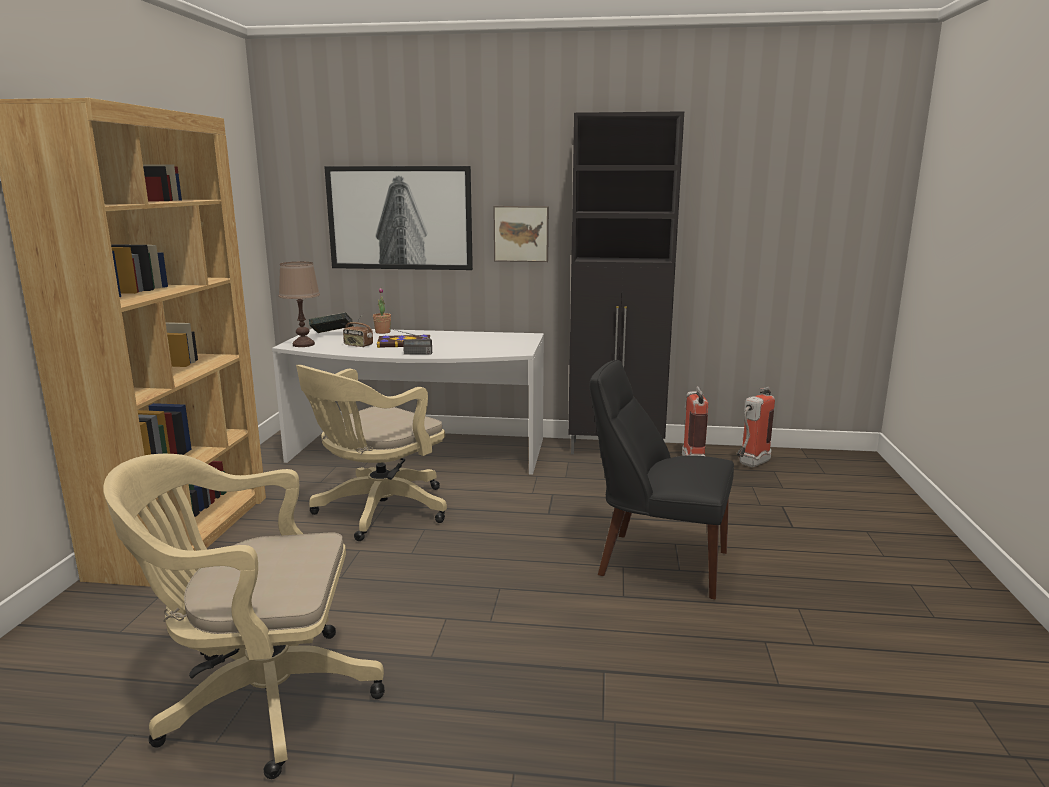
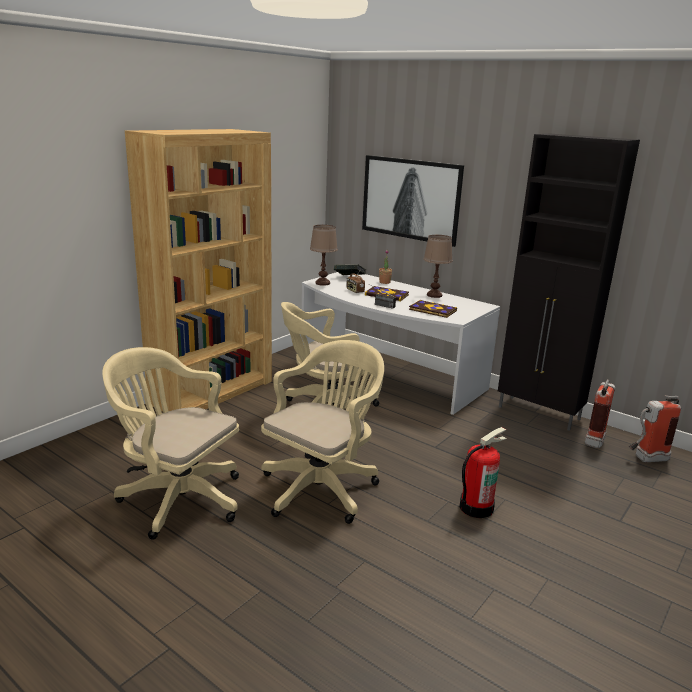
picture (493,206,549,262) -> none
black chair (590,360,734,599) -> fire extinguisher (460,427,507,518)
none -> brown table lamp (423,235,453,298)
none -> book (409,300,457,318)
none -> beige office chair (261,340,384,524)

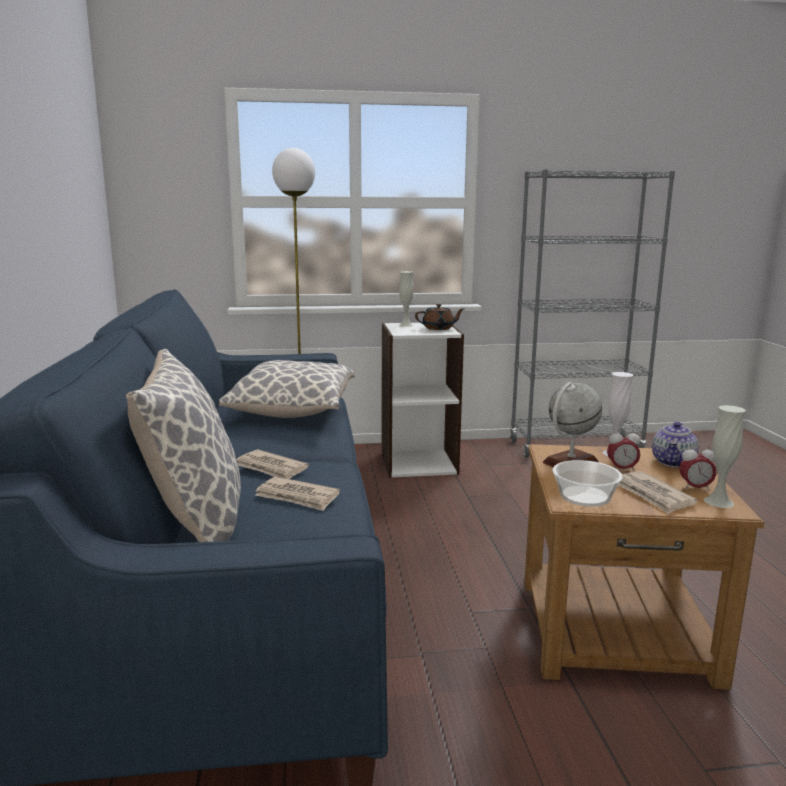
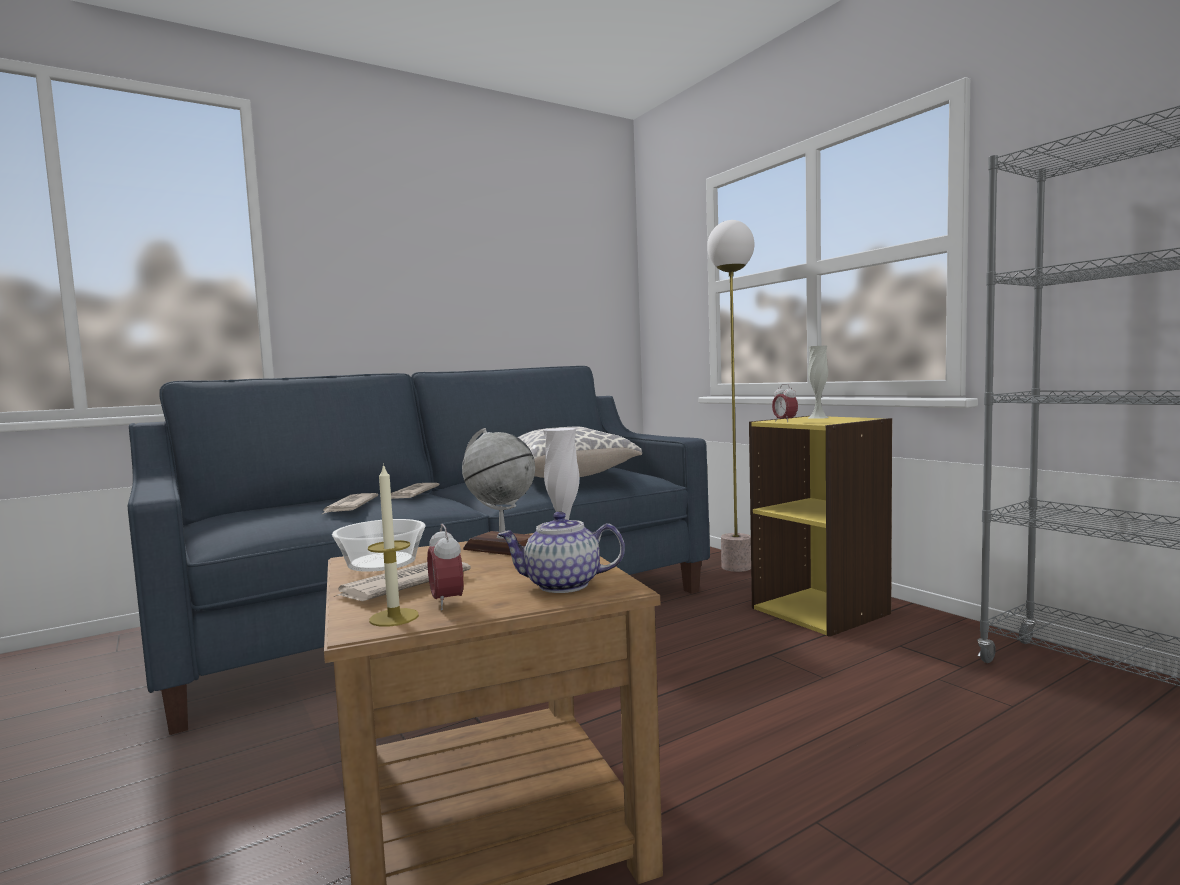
brown teapot (415,304,464,330) -> none
white bookcase (382,323,464,478) -> yellow bookcase (749,416,892,637)
pillow (126,349,241,542) -> none
white vase (704,405,746,508) -> candle (368,463,419,627)
alarm clock (607,428,641,472) -> alarm clock (772,384,798,422), relocated

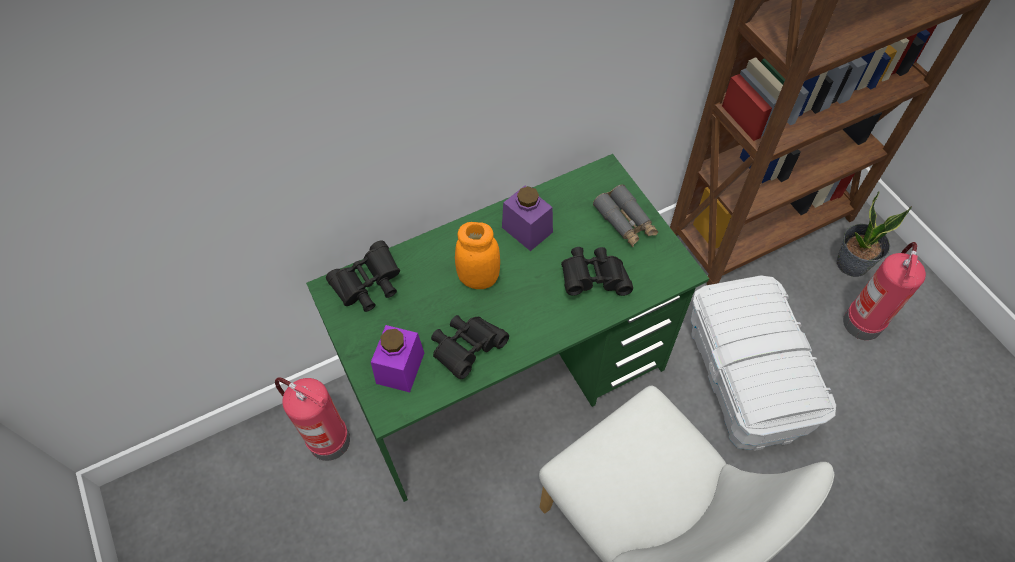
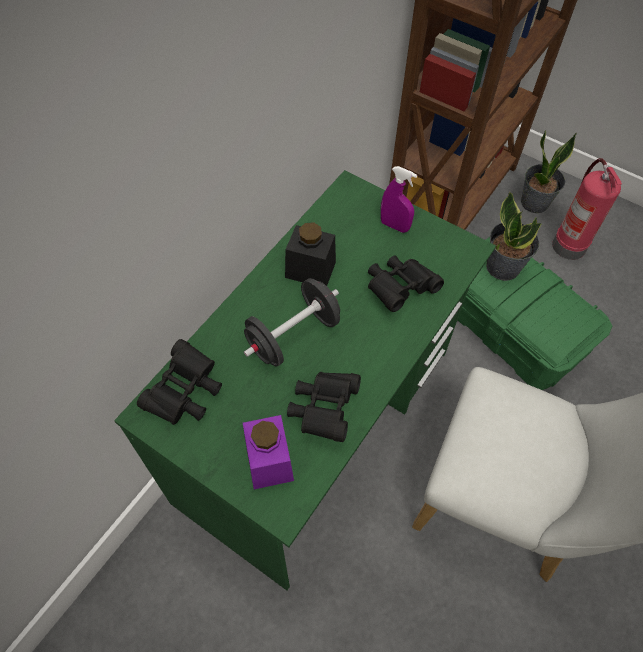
grey binoculars (593,184,658,247) -> purple spray bottle (381,166,417,233)
purple jar (502,186,553,251) -> black jar (285,222,336,286)
orange jar (455,222,500,289) -> black dumbbell (244,278,340,367)
white storage box (691,275,836,451) -> green storage box (458,237,612,390)
fire extinguisher (275,377,350,461) -> none
none -> potted plant (486,191,542,281)

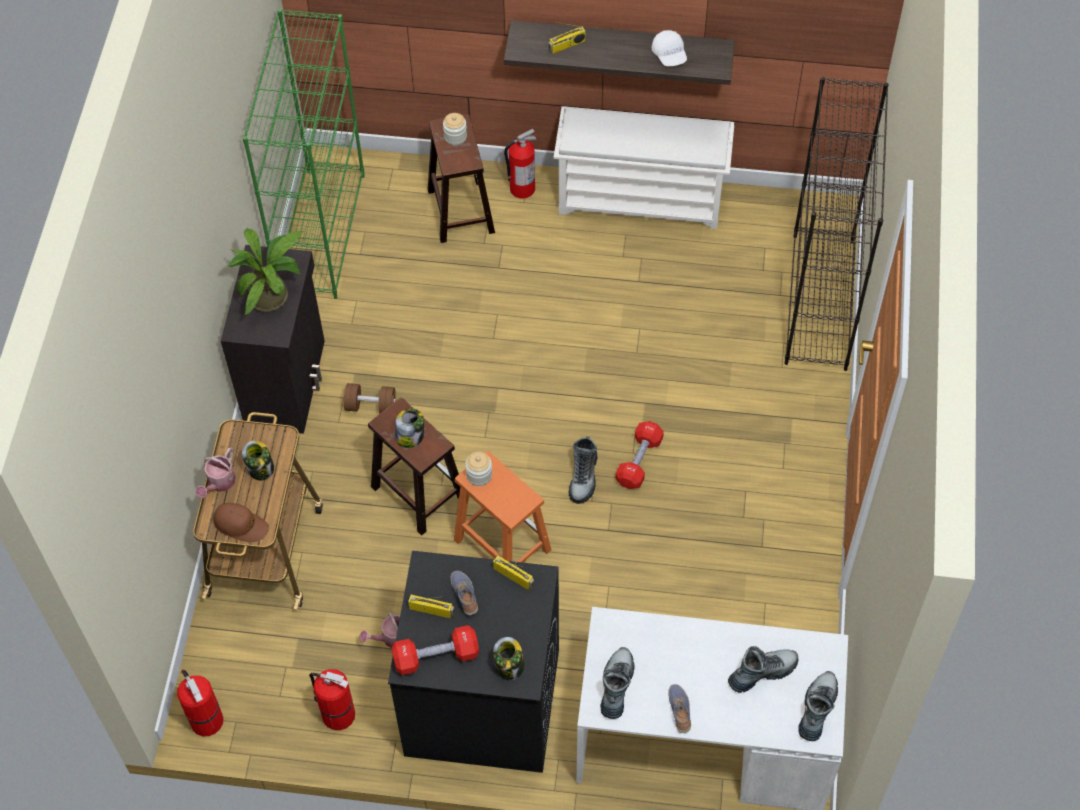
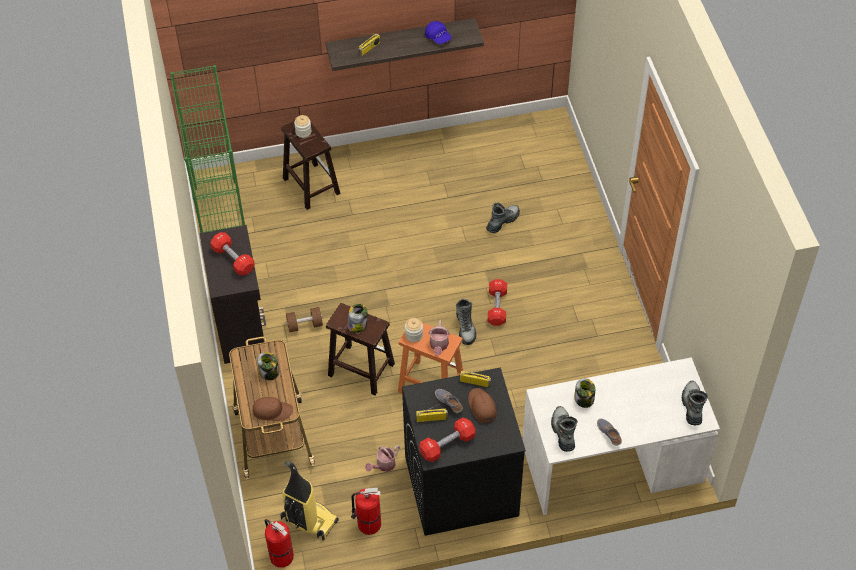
white cap (652,30,687,66) -> blue cap (425,21,451,44)
black bookcase (785,77,889,371) -> none
white shoe rack (554,106,734,229) -> none
fire extinguisher (504,129,537,199) -> none
potted plant (226,228,304,315) -> red dumbbell (210,232,255,275)
watering can (196,448,236,498) -> watering can (429,320,450,356), relocated
jar (493,637,525,680) -> jar (574,378,595,408), relocated
boot (728,646,798,693) -> boot (486,203,520,233), relocated
none -> brown cap (468,388,497,424)
none -> vacuum cleaner (280,461,339,540)

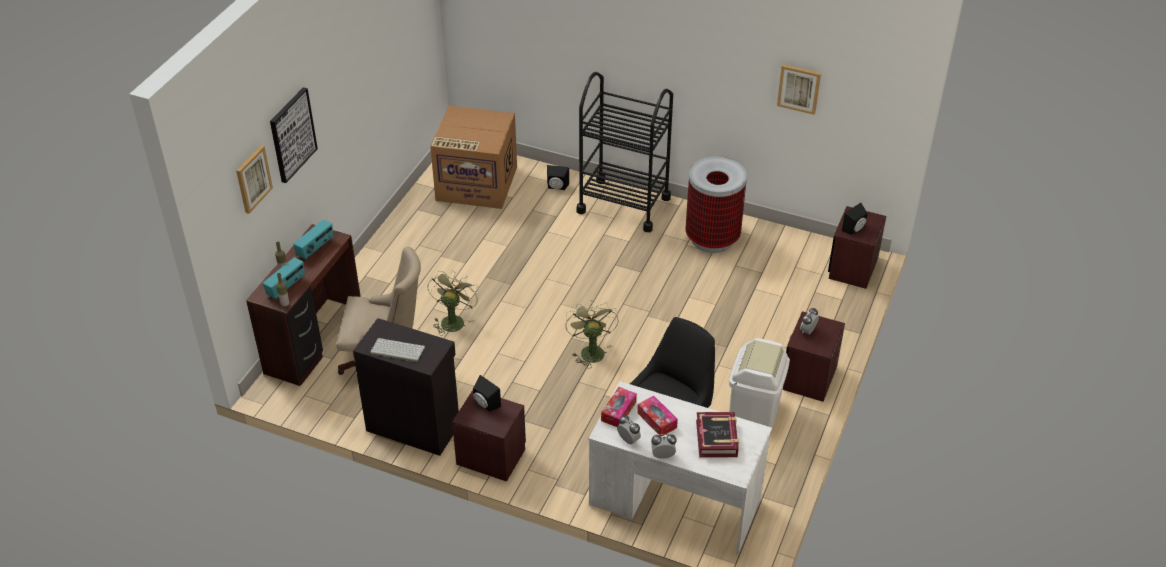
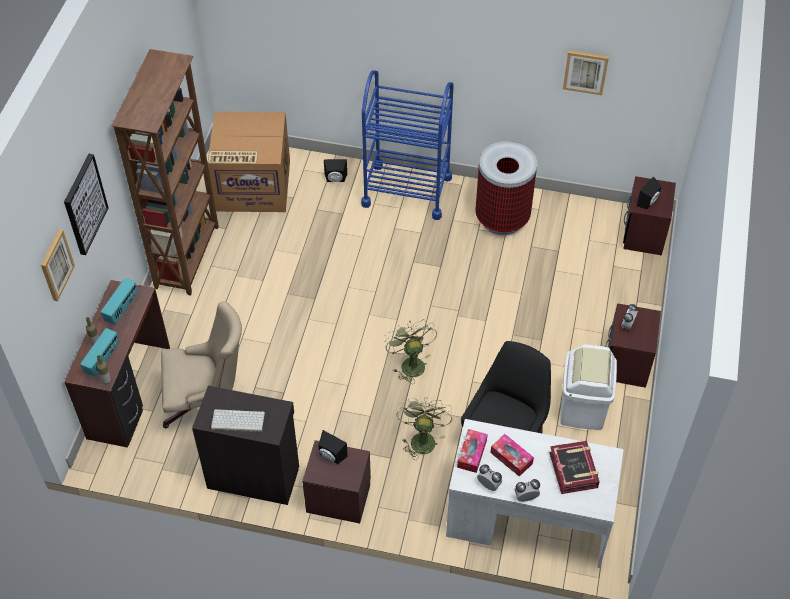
black cart (576,72,673,232) -> blue cart (361,70,454,220)
green fan (427,270,479,336) -> green fan (396,397,453,460), relocated
none -> brown bookcase (111,49,219,296)

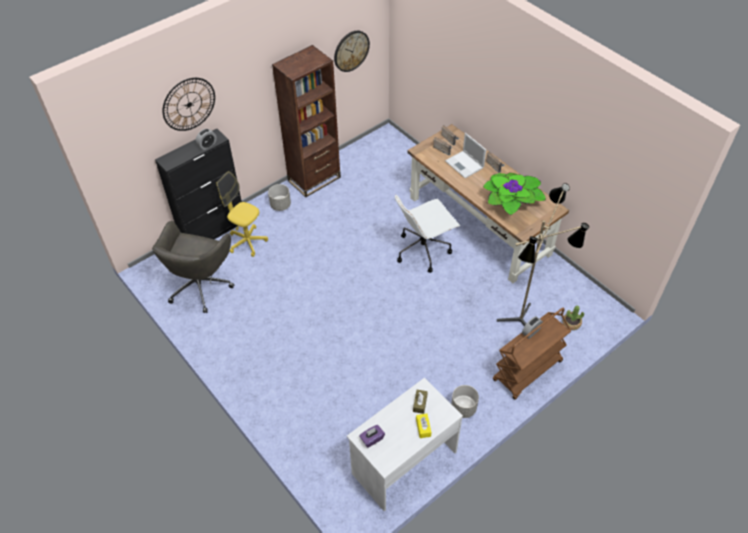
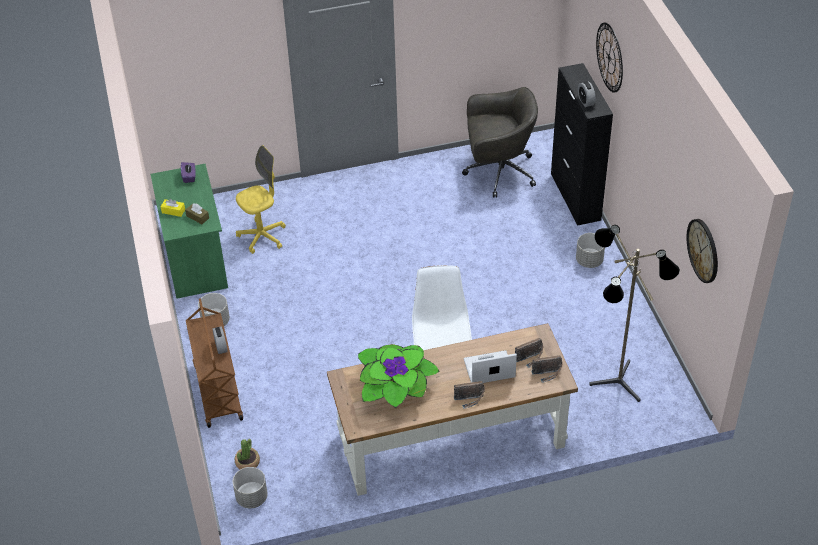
brown bookcase (272,45,341,197) -> none
yellow office chair (217,171,268,257) -> yellow office chair (236,145,286,254), relocated
floor lamp (497,183,589,326) -> floor lamp (589,225,680,402), relocated
grey office chair (152,221,235,313) -> grey office chair (462,87,538,198), 135 degrees clockwise
white desk (347,378,463,512) -> green desk (151,164,228,299)
none -> grey planter (233,467,268,508)

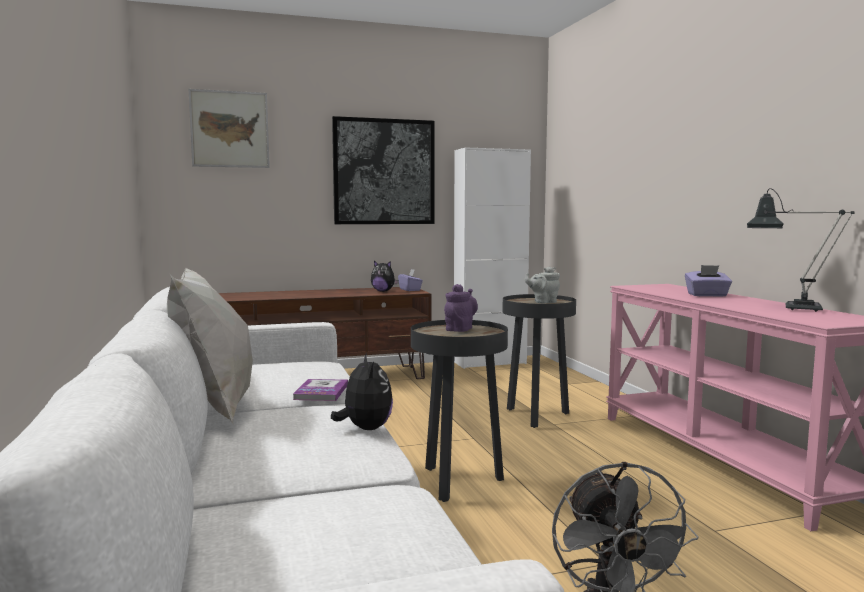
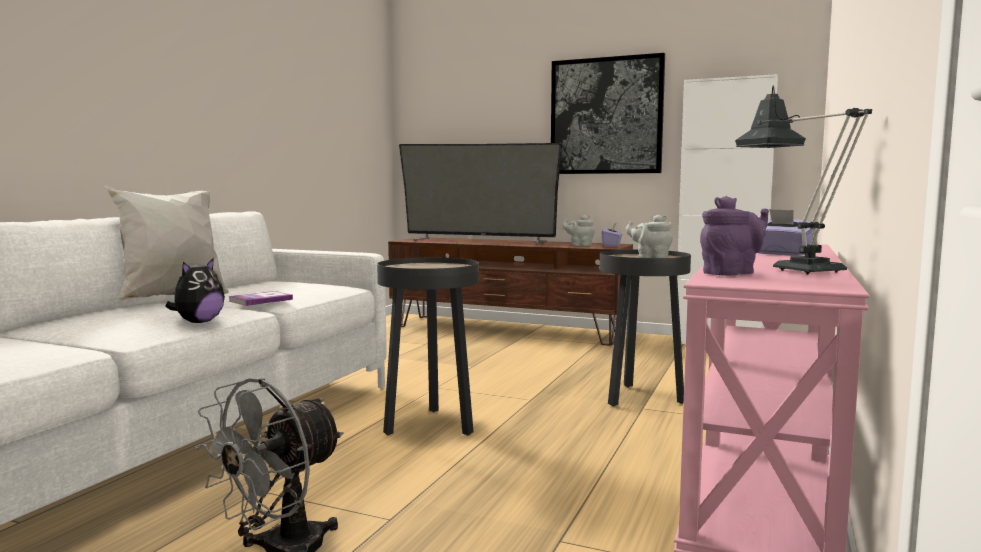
picture (188,89,270,168) -> none
plush toy (371,261,399,292) -> grey teapot (562,215,595,246)
purple teapot (444,284,478,332) -> purple teapot (700,196,769,275), relocated
none -> television (399,143,562,245)

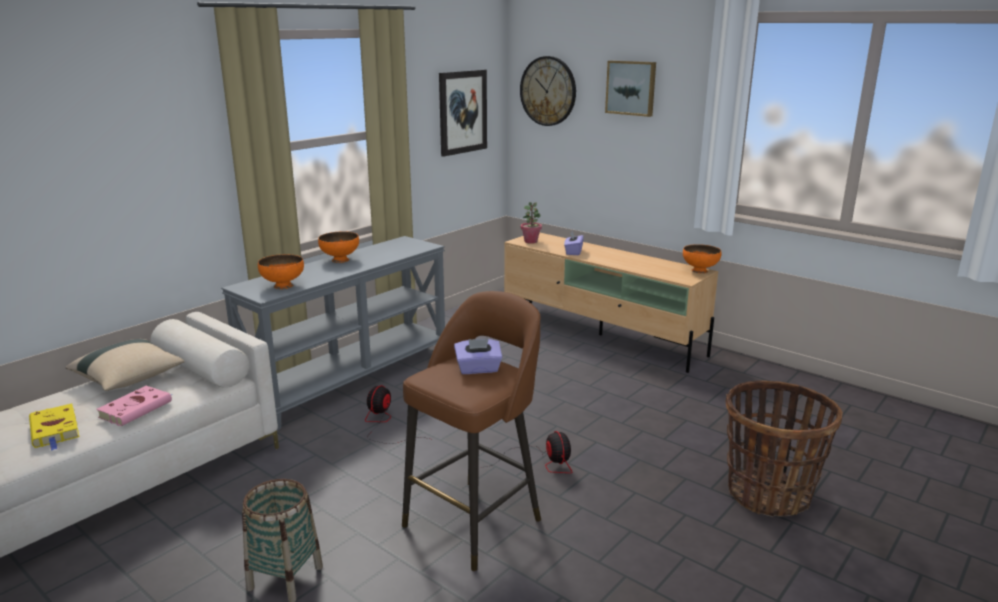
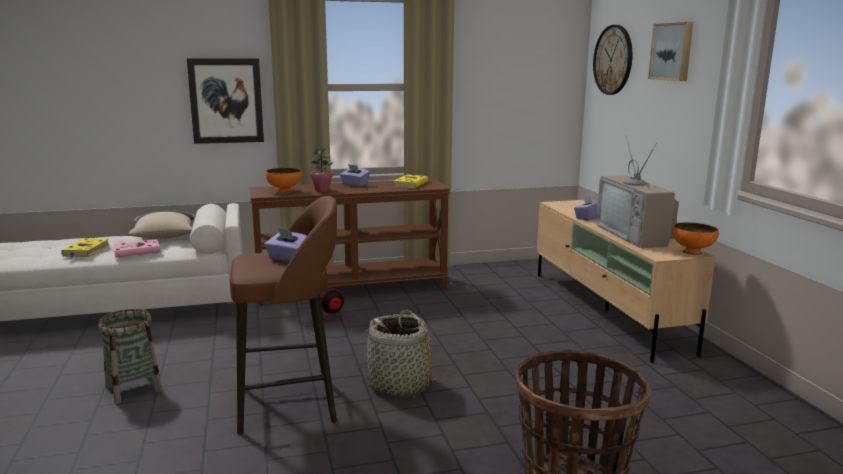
picture (439,70,487,157) -> picture (187,58,264,144), relocated
potted plant (521,202,542,244) -> potted plant (310,147,333,192), relocated
orange bowl (318,231,359,263) -> purple tissue box (340,164,370,187)
grey console table (221,236,445,430) -> brown console table (250,179,450,306)
fan (480,431,573,473) -> basket (361,310,446,397)
none -> television (596,135,679,248)
none -> yellow book (393,175,428,188)

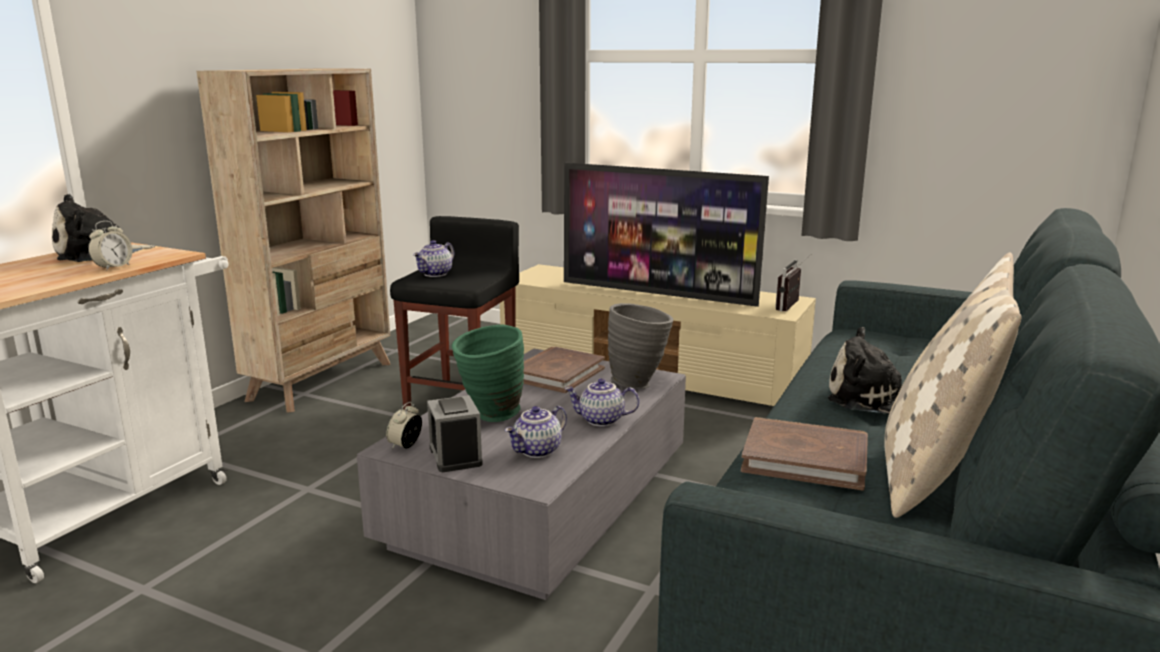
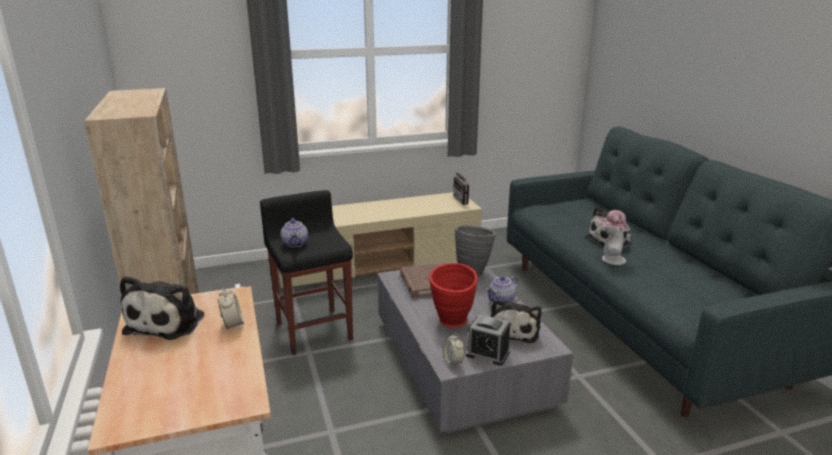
television (564,163,769,307) -> none
beige pillow (884,253,1022,518) -> none
green vase (451,325,524,422) -> red vase (429,263,478,328)
teapot (505,406,567,458) -> plush toy (490,299,542,343)
brown book (741,417,868,490) -> none
none -> hat (598,210,630,265)

